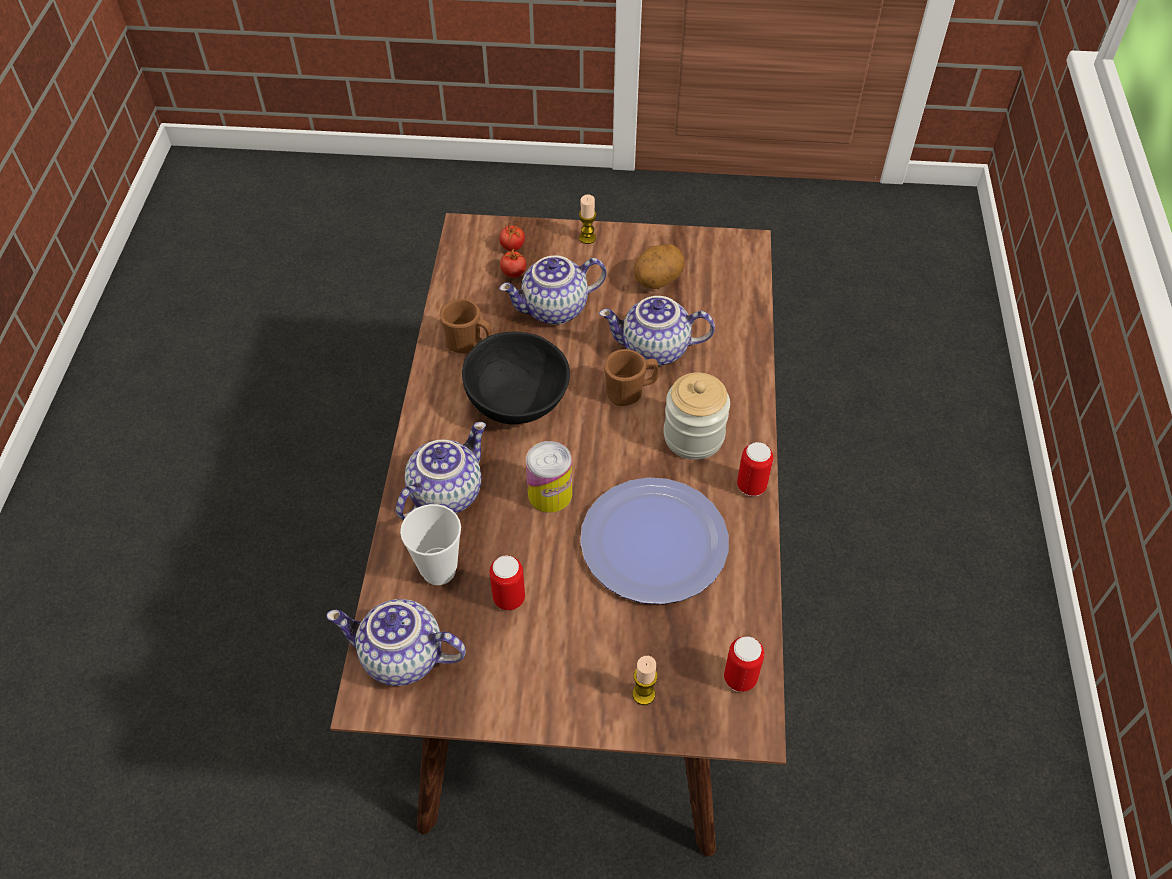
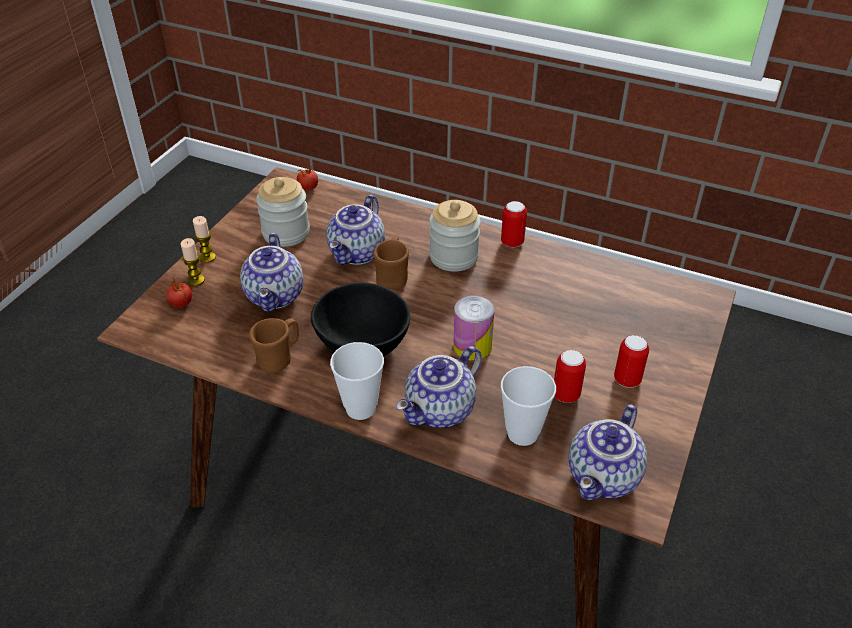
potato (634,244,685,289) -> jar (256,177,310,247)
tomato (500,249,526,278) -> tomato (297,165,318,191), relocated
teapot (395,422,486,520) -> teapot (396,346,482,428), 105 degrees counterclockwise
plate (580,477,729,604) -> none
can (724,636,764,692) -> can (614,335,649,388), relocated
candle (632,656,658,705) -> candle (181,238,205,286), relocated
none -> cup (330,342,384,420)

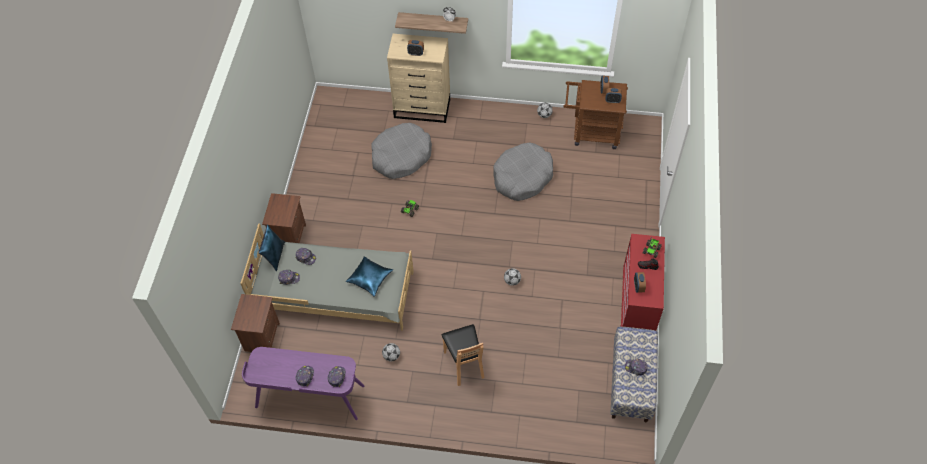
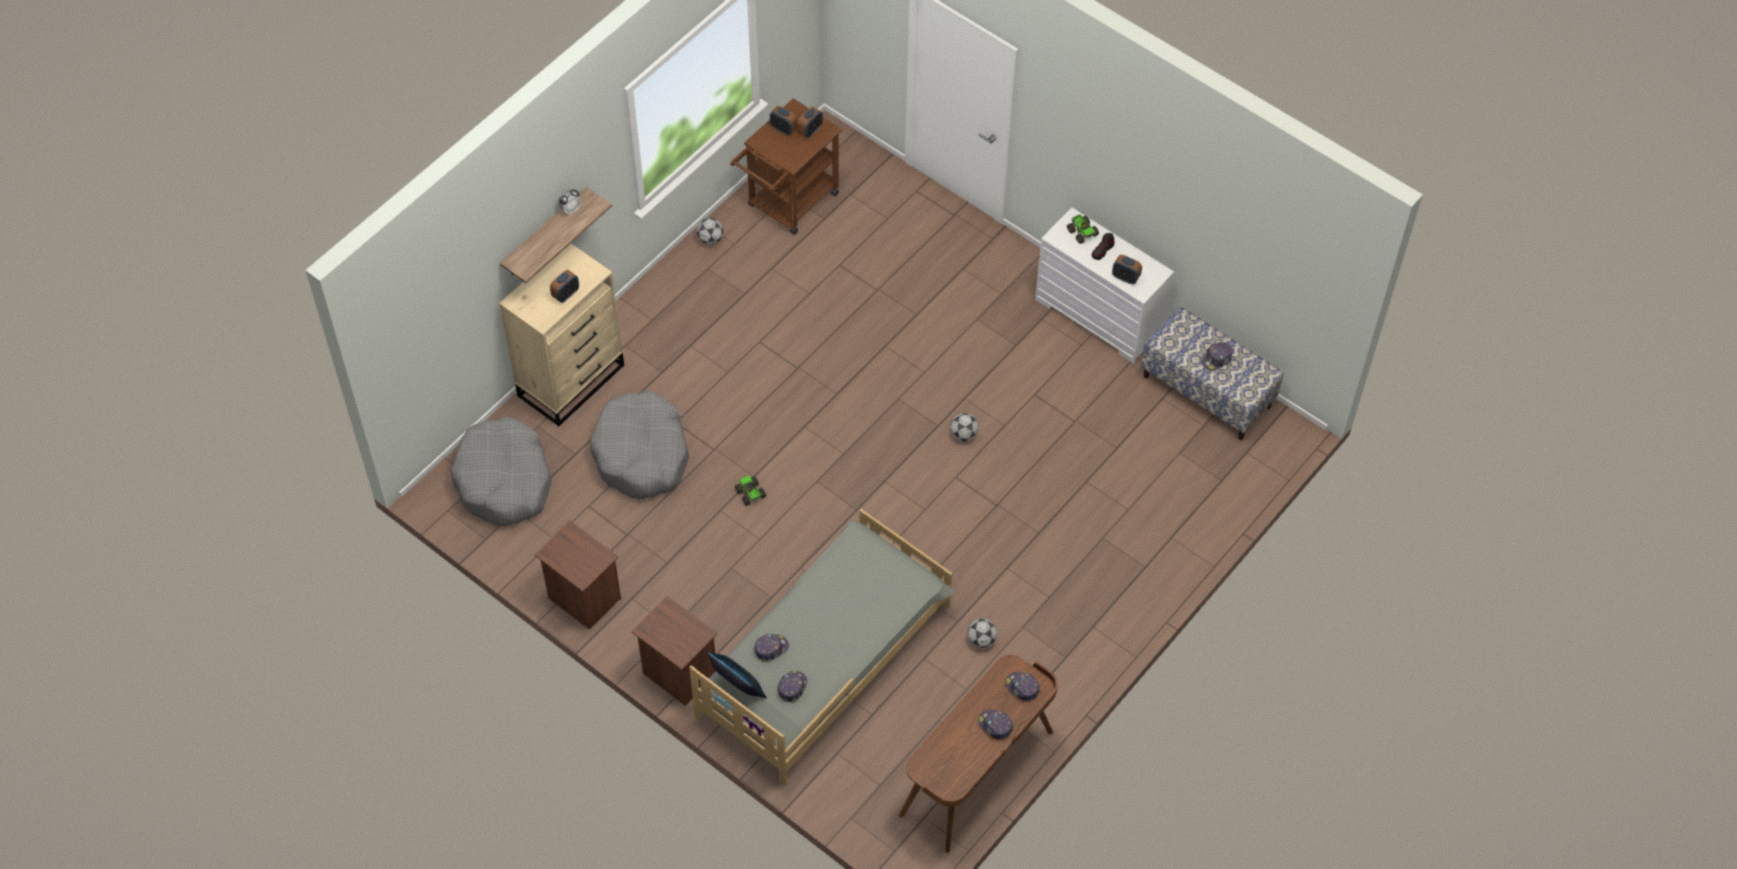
grey dog bed (493,143,553,201) -> grey dog bed (451,416,552,527), relocated
red dresser (621,234,665,330) -> white dresser (1035,208,1174,364)
blue pillow (346,256,393,297) -> none
brown nightstand (231,294,280,352) -> brown nightstand (535,520,621,629), relocated
brown chair (441,324,485,386) -> none
purple desk (242,347,365,420) -> brown desk (899,655,1058,853)

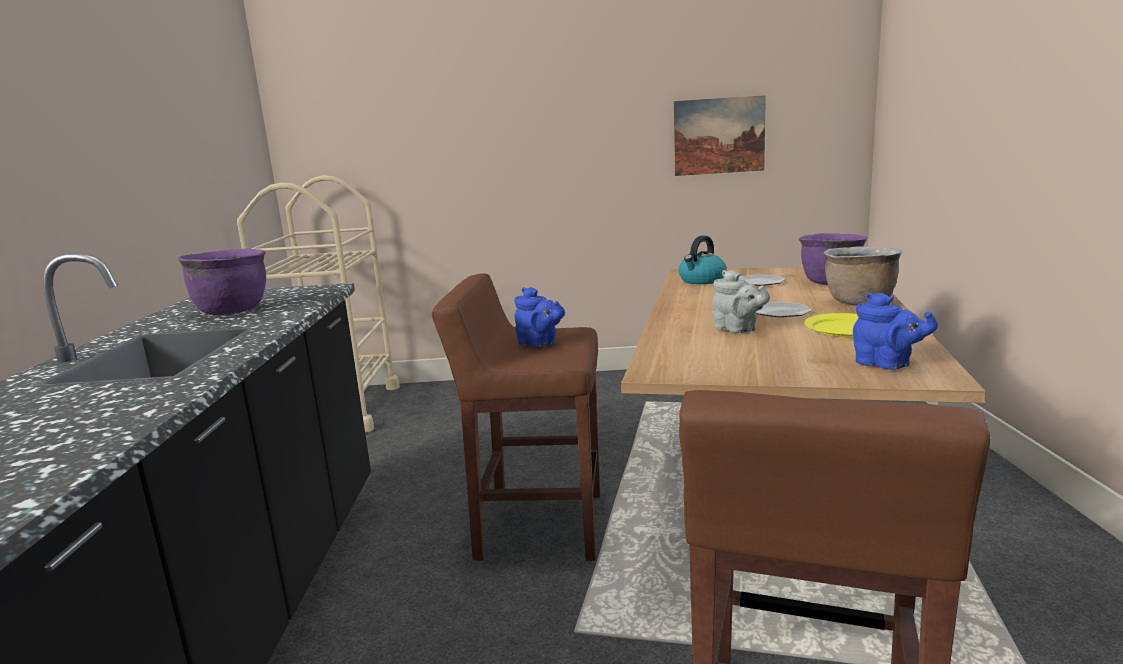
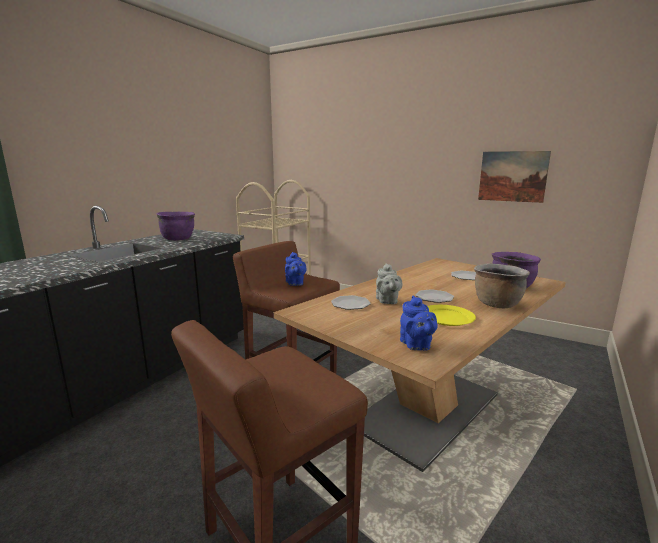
kettle (678,236,727,284) -> none
none -> plate (331,295,371,310)

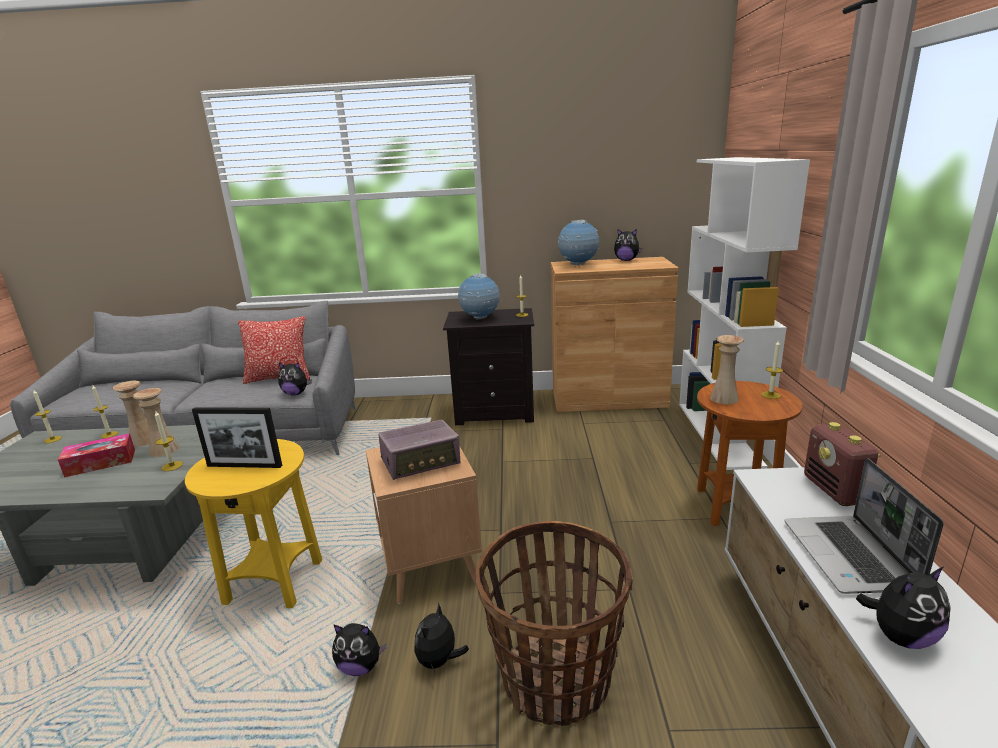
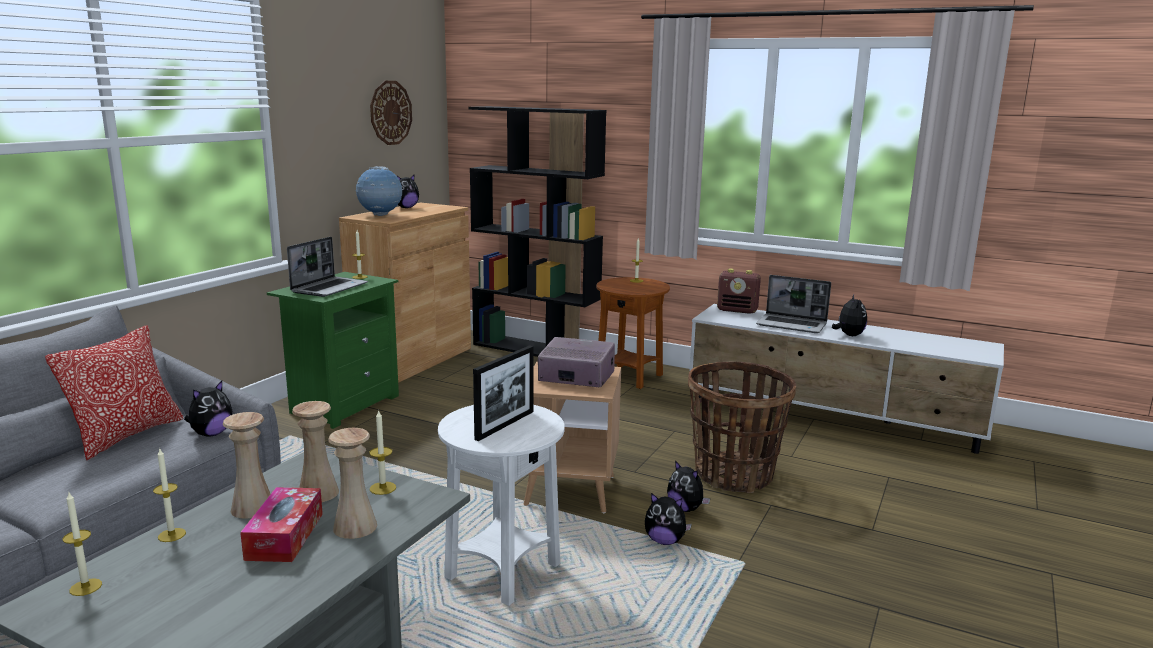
white bookcase (679,157,810,470) -> black bookcase (468,106,606,357)
globe (458,273,500,320) -> laptop (287,237,368,297)
black nightstand (443,308,534,425) -> green nightstand (267,272,399,429)
beige vase (710,335,744,405) -> beige vase (328,428,377,539), relocated
radio (379,420,460,480) -> radio (538,337,615,387), 75 degrees counterclockwise
yellow side table (185,439,322,608) -> white side table (438,405,565,606)
plush toy (332,623,387,676) -> plush toy (645,493,692,545), 75 degrees clockwise
none -> wall clock (370,81,412,145)

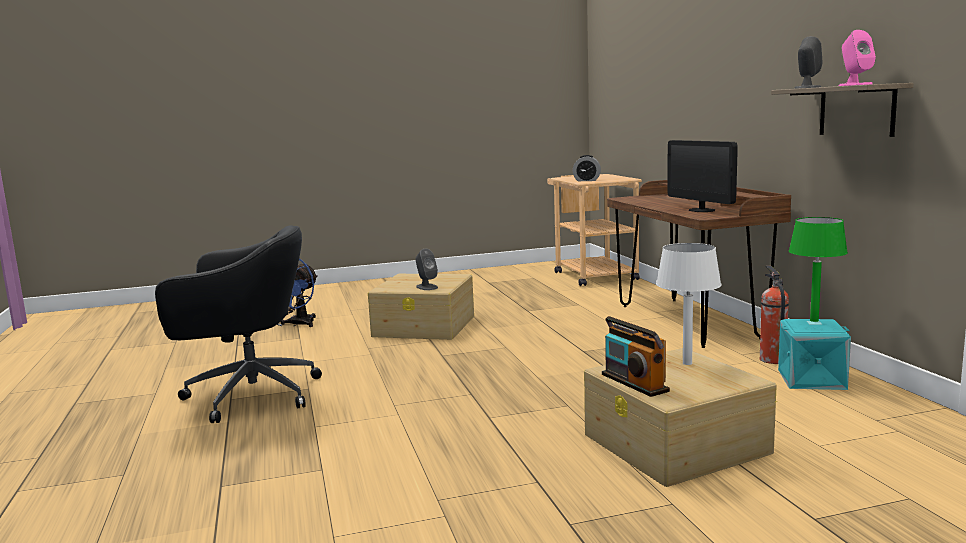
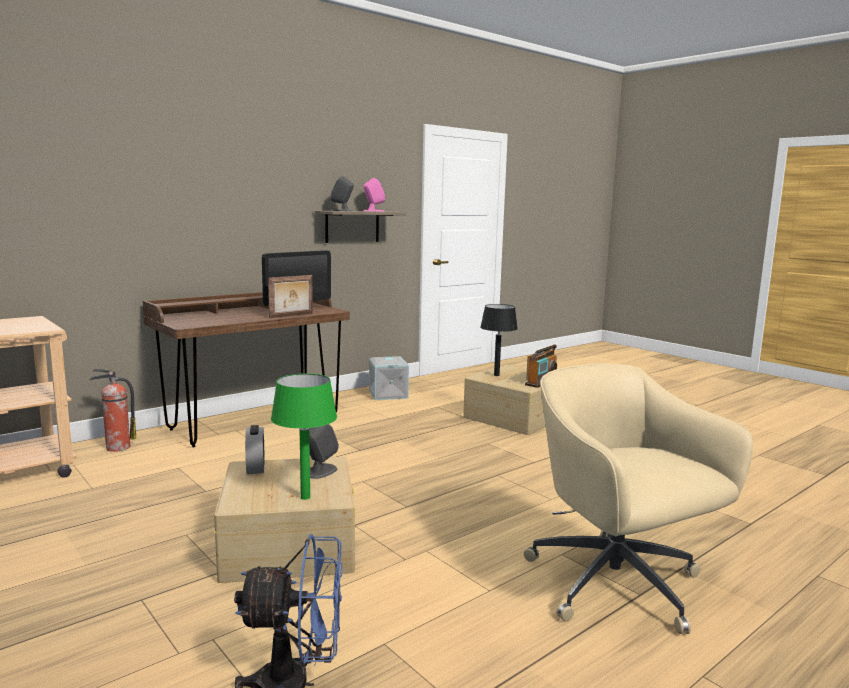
alarm clock (573,155,601,181) -> alarm clock (245,425,265,474), relocated
green table lamp (789,217,848,322) -> green table lamp (271,374,337,500), relocated
black office chair (155,225,322,423) -> beige office chair (524,363,753,634)
white table lamp (656,243,722,365) -> black table lamp (480,304,518,376)
fire extinguisher (760,266,789,364) -> fire extinguisher (90,369,136,452), relocated
turquoise storage box (778,319,851,390) -> grey storage box (369,356,409,400)
none -> picture frame (268,275,313,318)

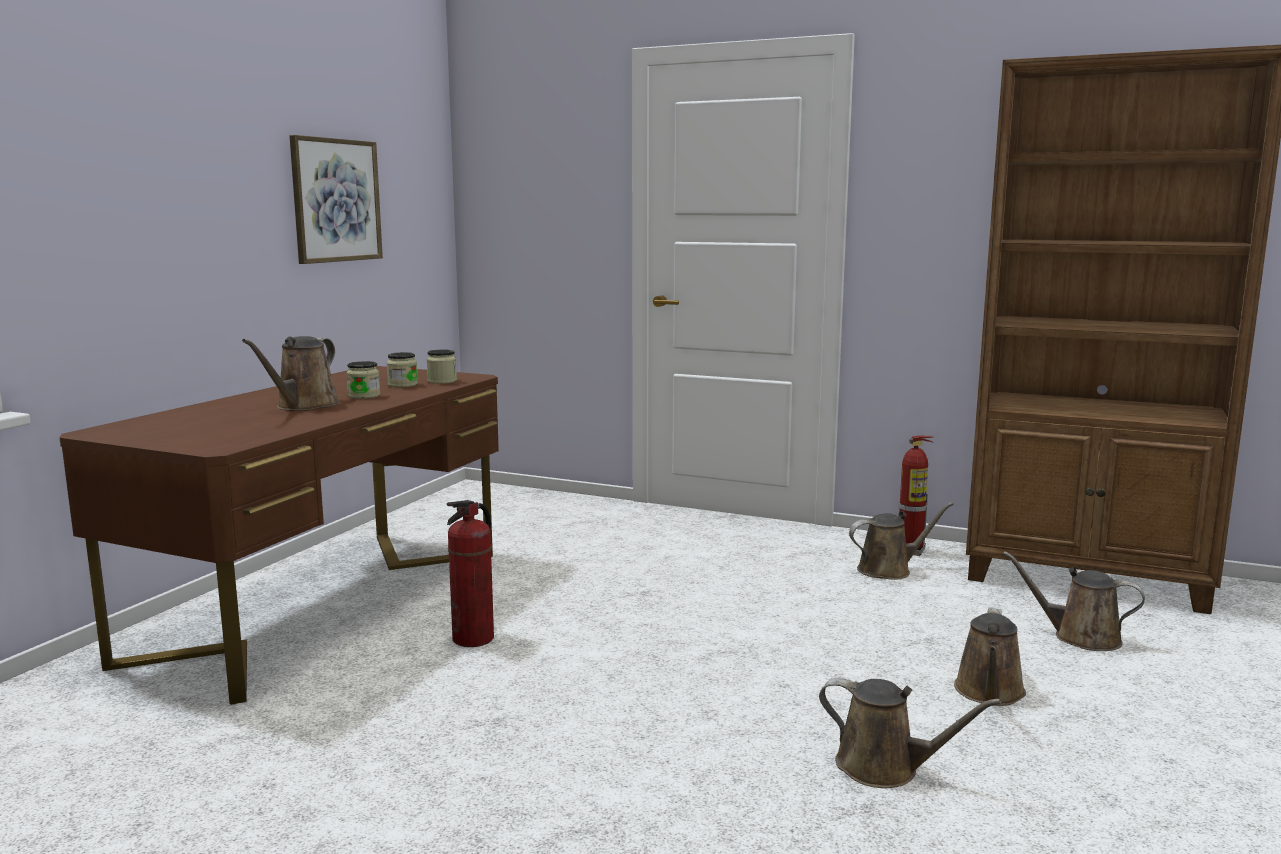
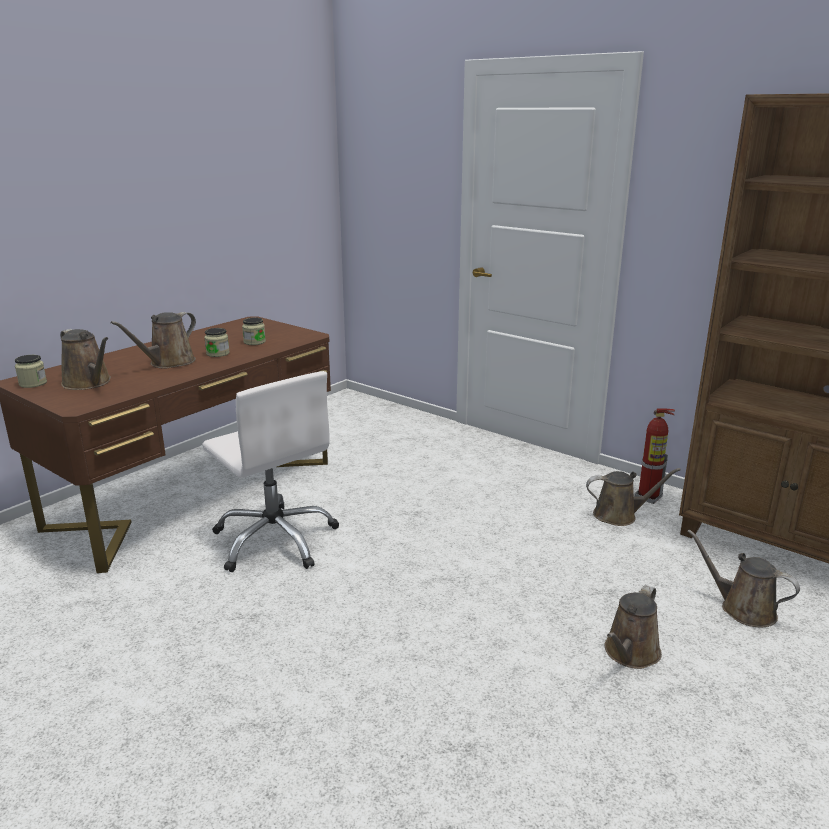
picture (289,135,383,264) -> none
jar (427,349,457,384) -> jar (15,355,47,388), relocated
fire extinguisher (447,500,494,647) -> white office chair (202,371,339,572)
brown watering can (819,678,1001,788) -> brown watering can (60,329,111,390), relocated

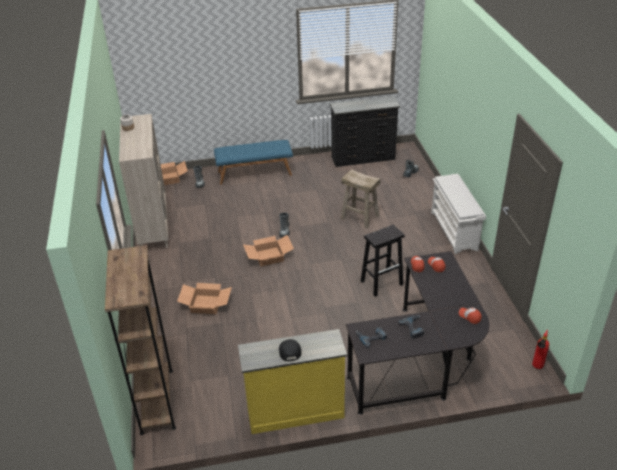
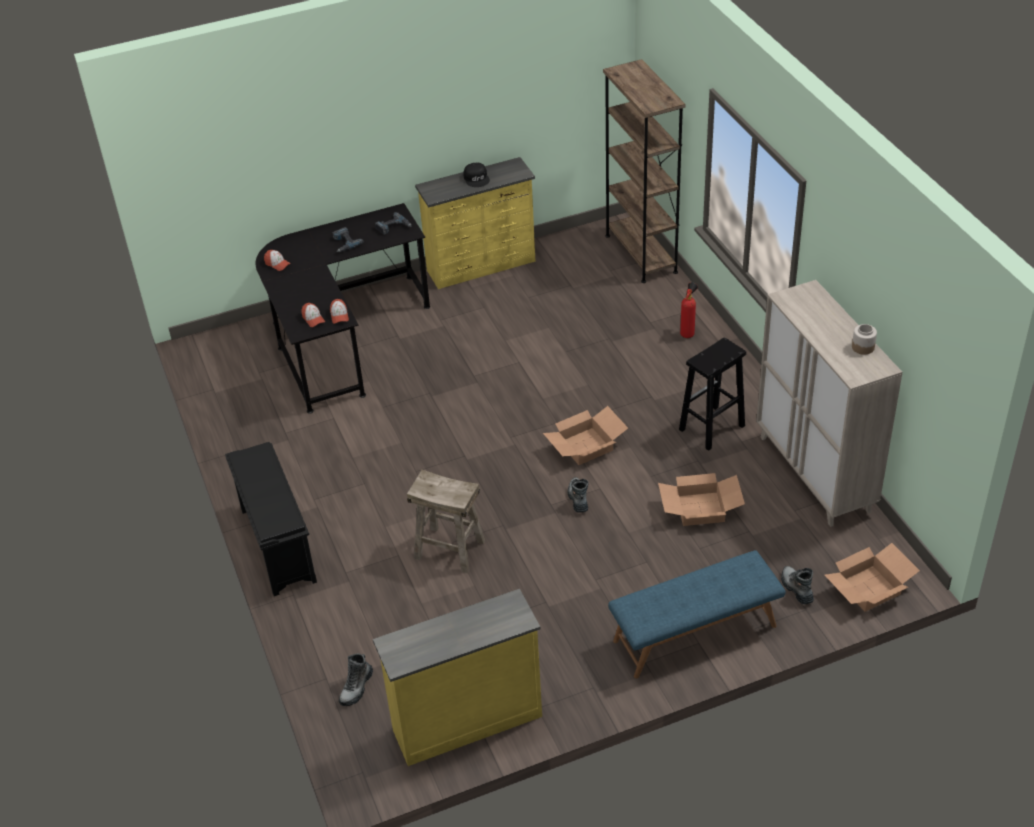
black dresser (330,96,400,167) -> yellow dresser (373,589,542,766)
white shoe rack (431,174,486,254) -> black shoe rack (225,442,317,596)
black stool (361,225,404,297) -> black stool (679,337,746,451), relocated
cardboard box (177,283,232,314) -> cardboard box (658,473,745,526), relocated
fire extinguisher (532,330,549,369) -> fire extinguisher (680,282,698,338), relocated

